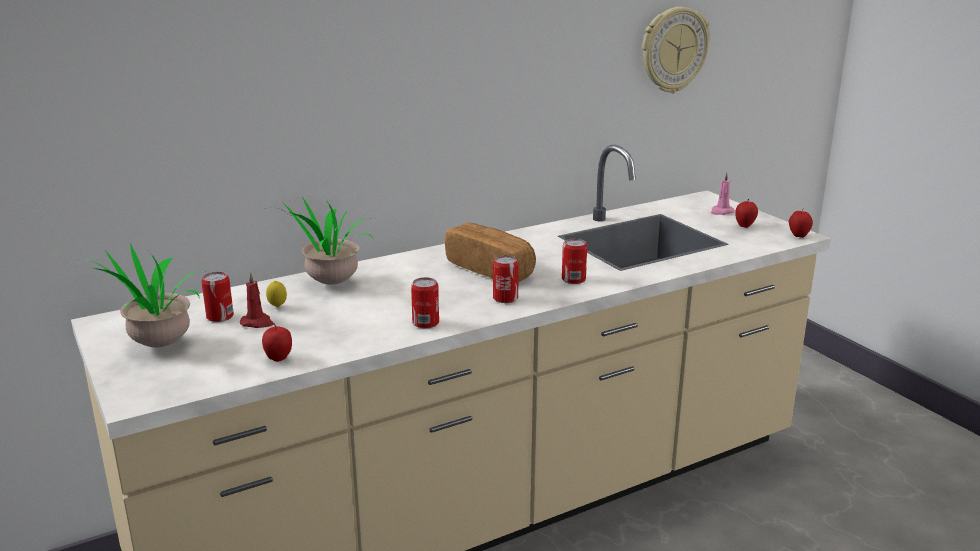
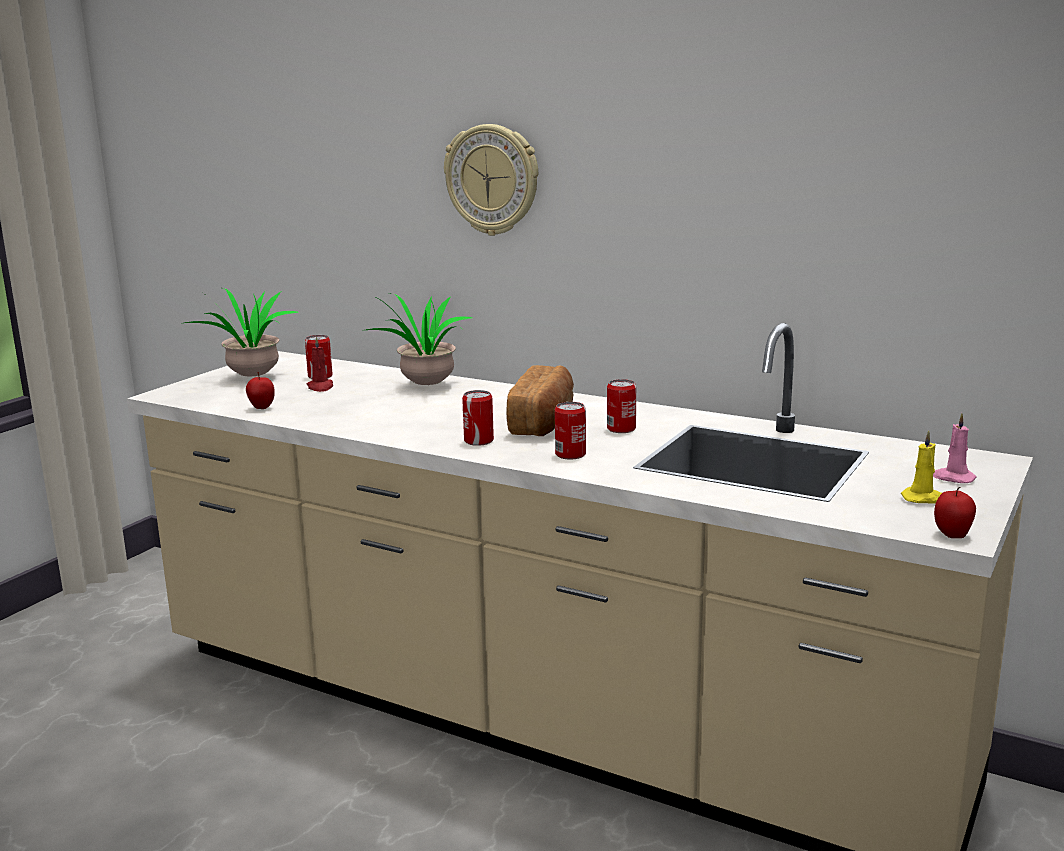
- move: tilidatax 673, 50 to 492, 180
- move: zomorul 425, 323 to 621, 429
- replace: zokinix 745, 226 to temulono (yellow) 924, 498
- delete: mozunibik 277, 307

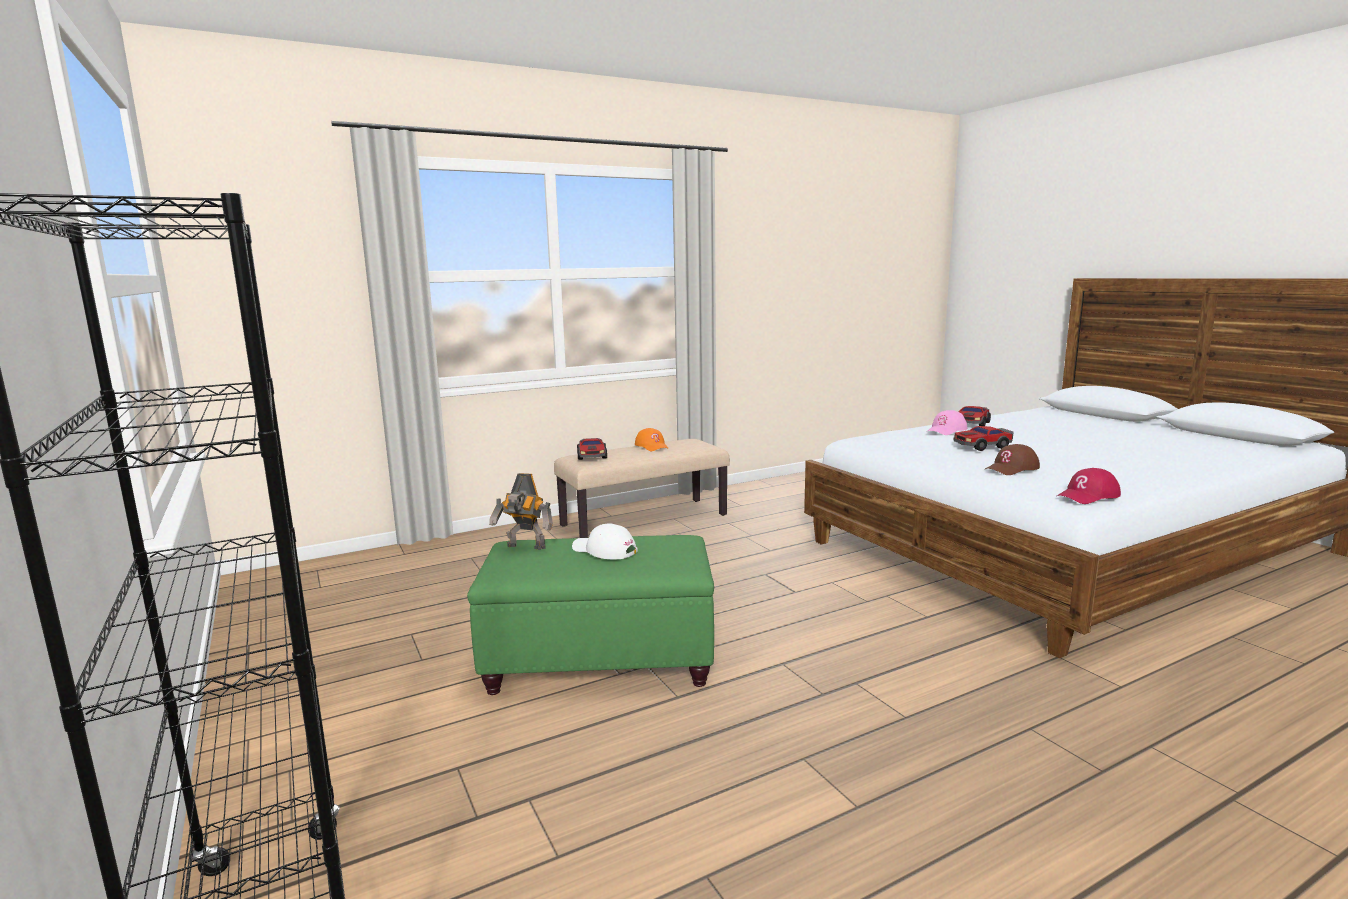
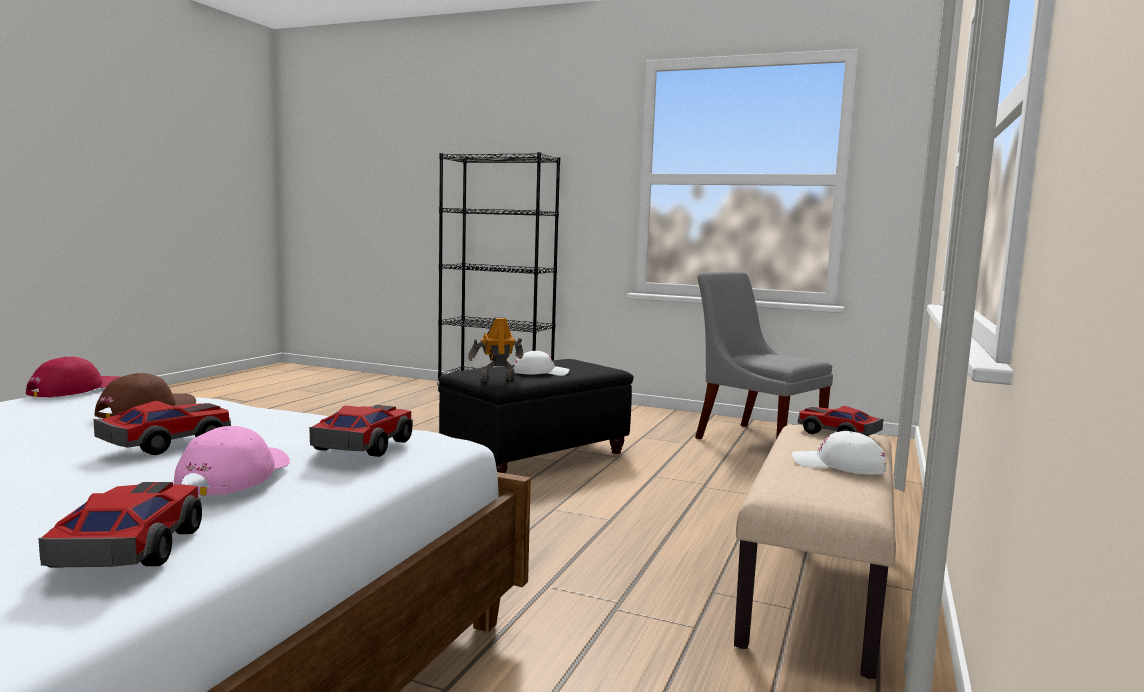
- insert: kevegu 362, 446
- recolor: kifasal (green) 601, 661 to kifasal (black) 535, 456
- move: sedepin 525, 547 to 496, 379
- insert: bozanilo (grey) 754, 440
- recolor: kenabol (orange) 652, 446 to kenabol (white) 838, 465

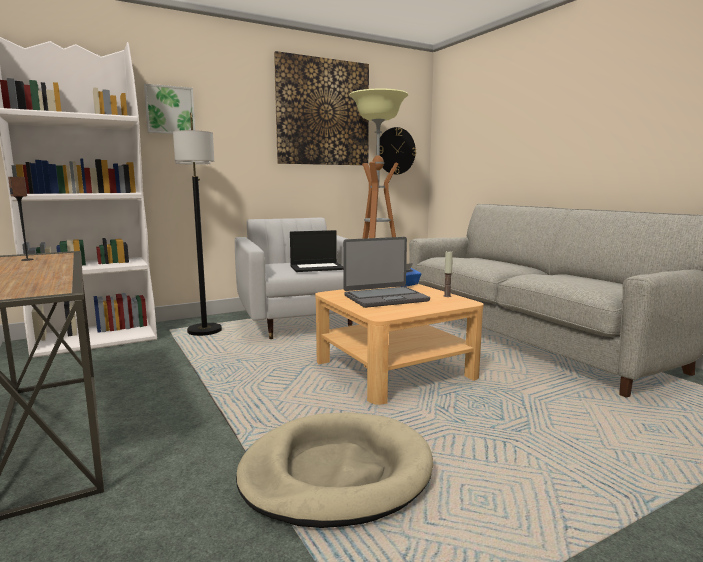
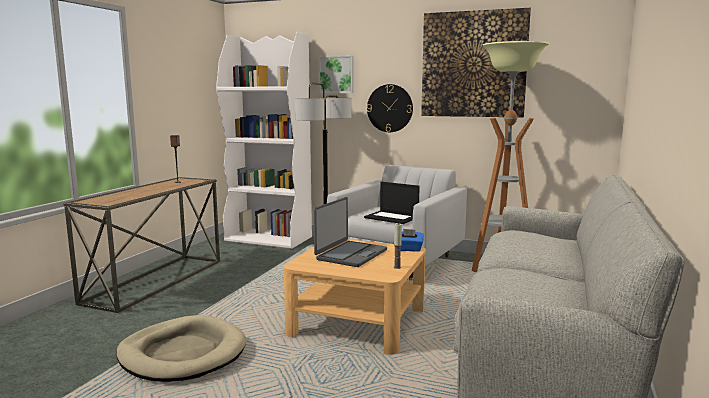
- rotate: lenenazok 385, 298 = 351, 254 90 degrees counterclockwise
- move: tilidatax 396, 151 to 389, 108

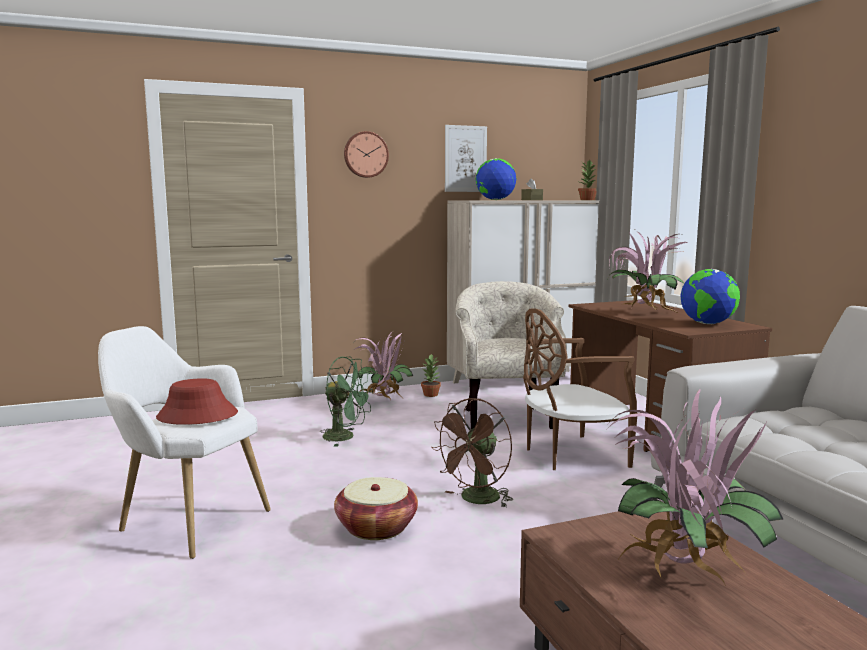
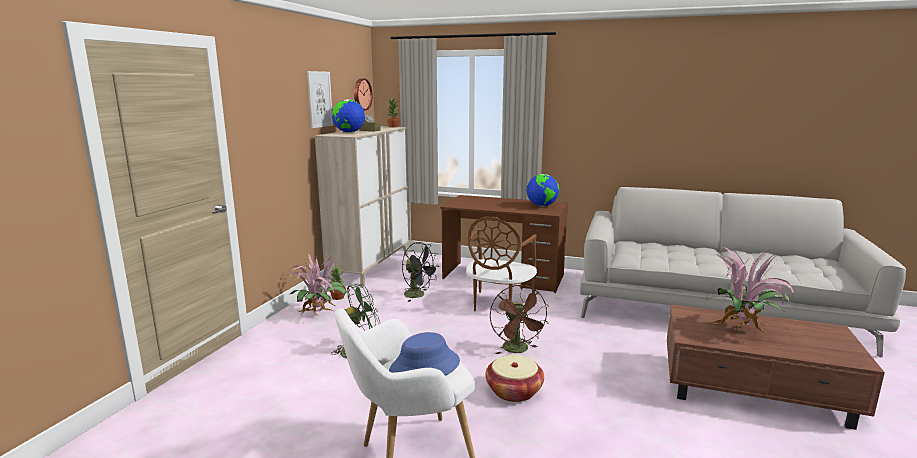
- move: tilidatax 365, 154 to 361, 94
- recolor: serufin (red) 197, 416 to serufin (blue) 425, 366
- replace: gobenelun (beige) 506, 417 to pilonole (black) 418, 295
- delete: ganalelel 643, 313

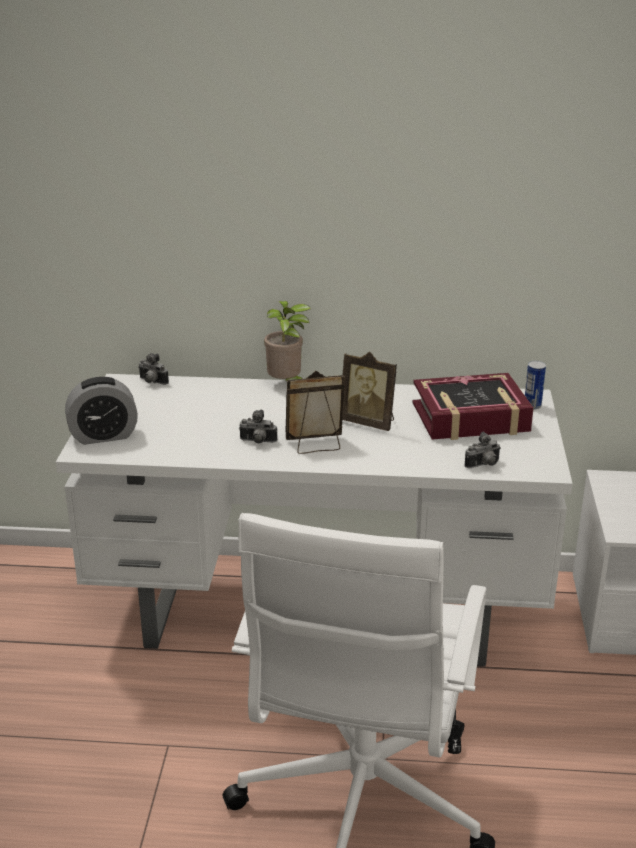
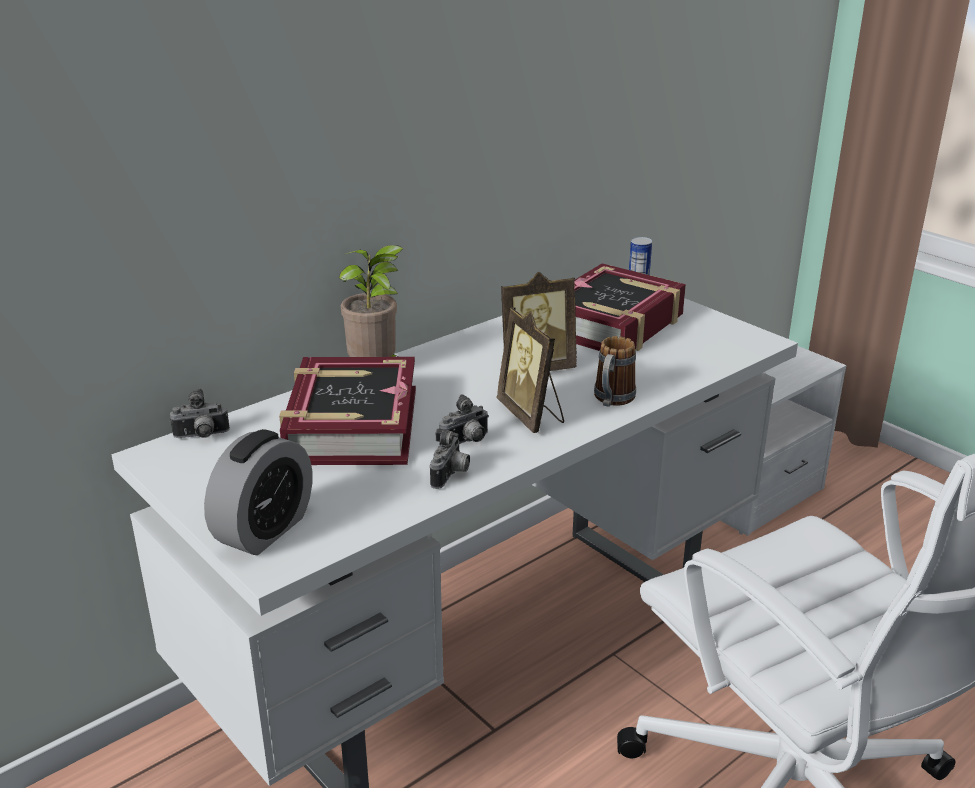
- insert: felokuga 351, 426
- move: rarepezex 484, 465 to 451, 476
- rotate: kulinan 316, 445 = 531, 415 60 degrees counterclockwise
- insert: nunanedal 611, 400

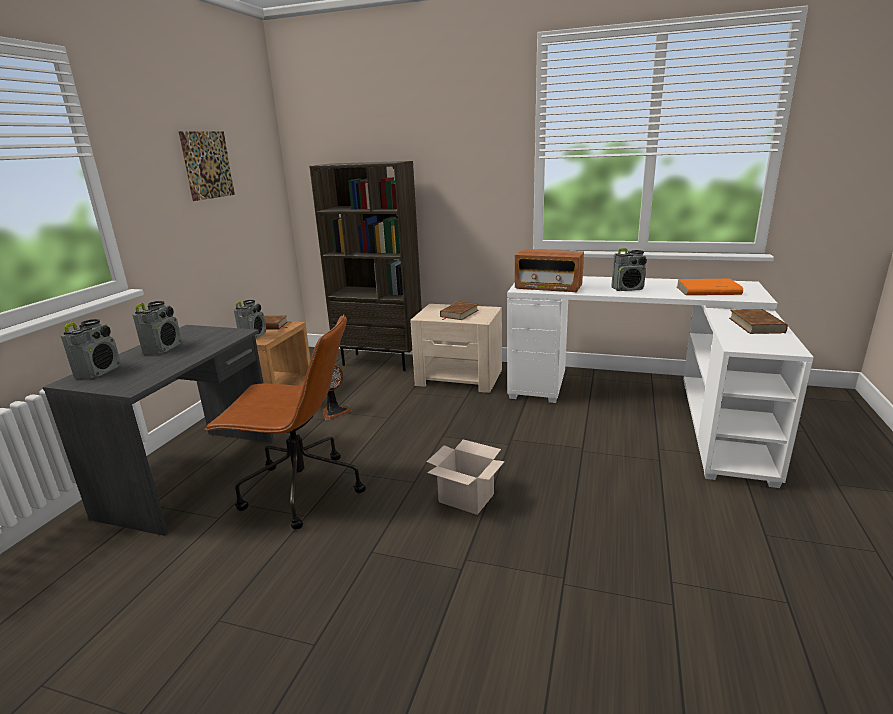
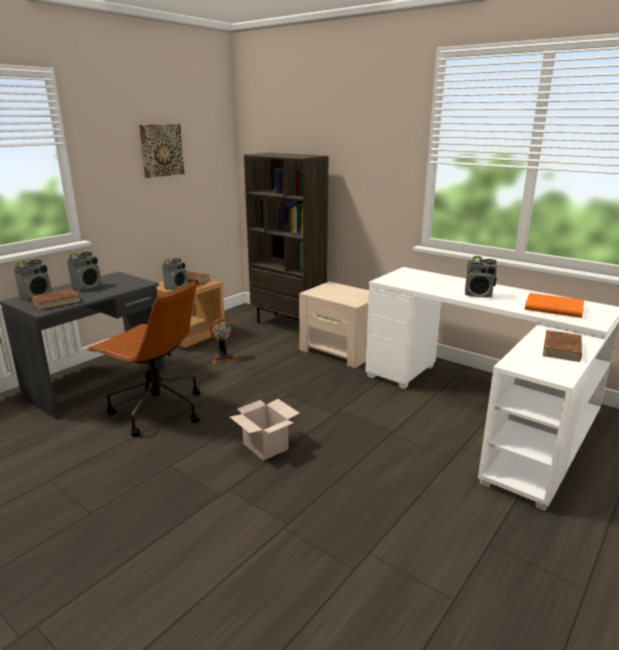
- move: felokuga (brown) 459, 313 to 56, 302
- delete: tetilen 548, 287

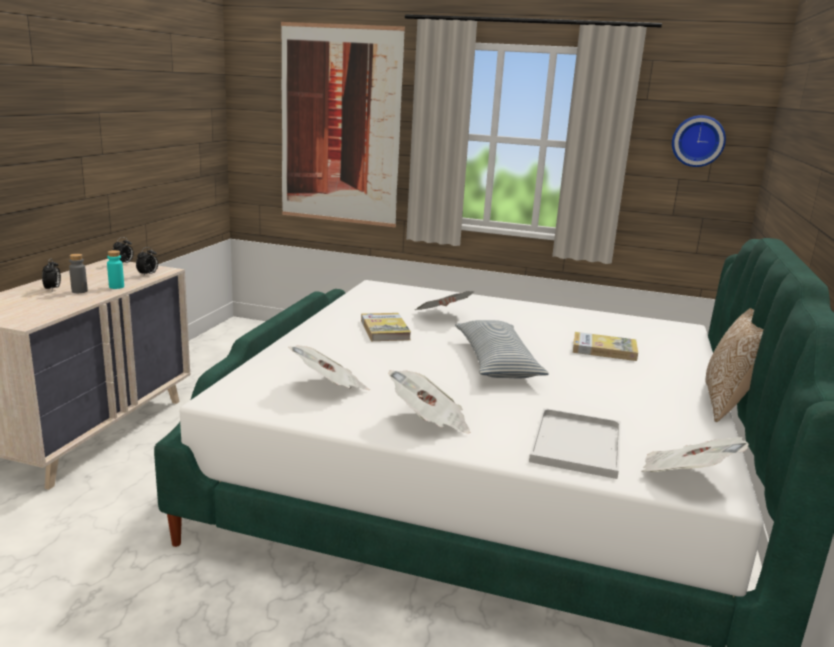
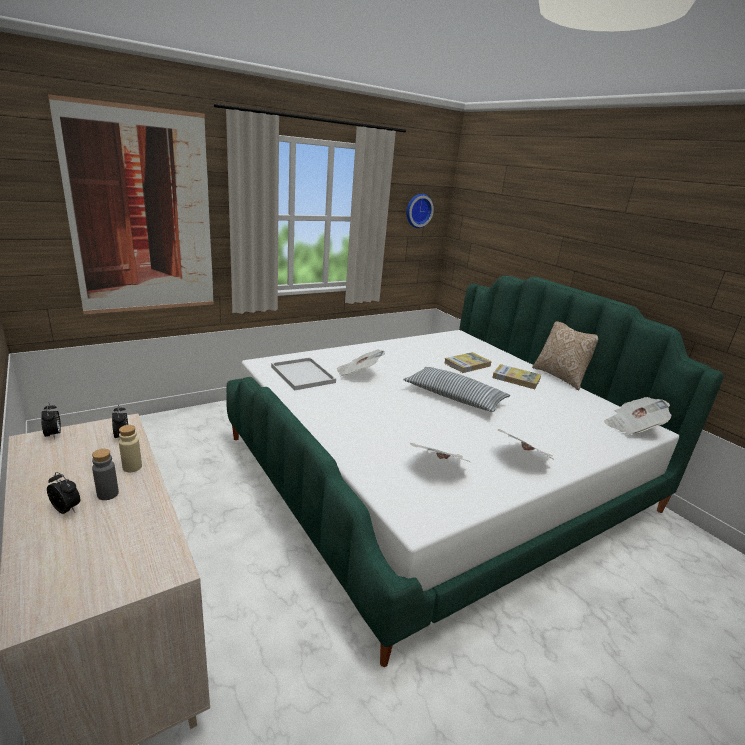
- recolor: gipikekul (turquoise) 116, 287 to gipikekul (beige) 132, 467
- move: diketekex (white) 575, 443 to 301, 374
- move: felokuga 385, 330 to 516, 378

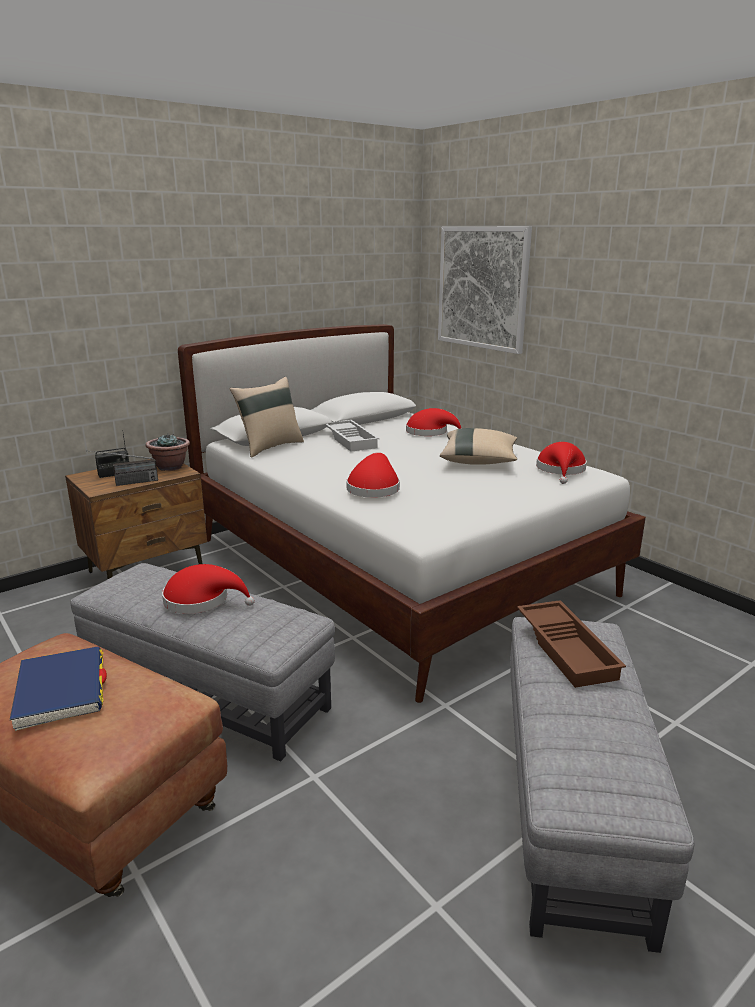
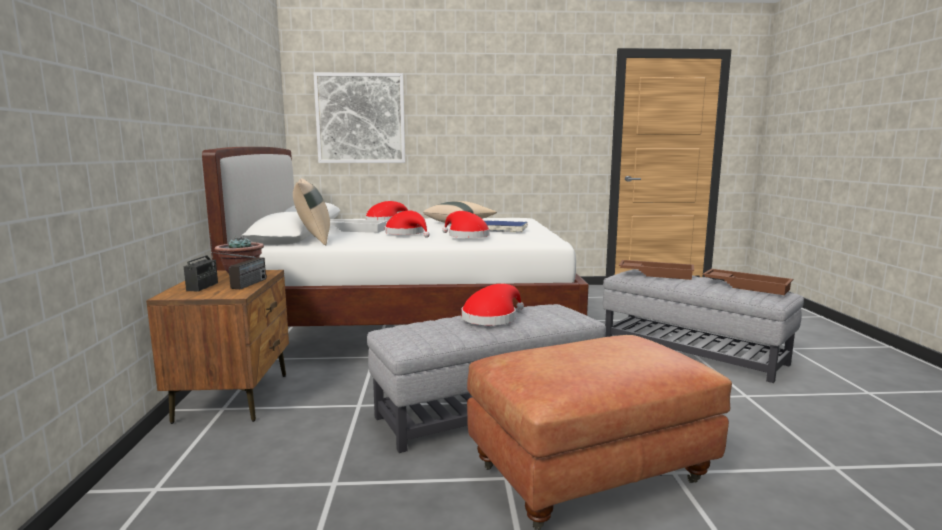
- move: serufin (red) 561, 470 to 407, 234
- move: felokuga (blue) 61, 690 to 501, 229
- insert: diketekex (brown) 747, 286

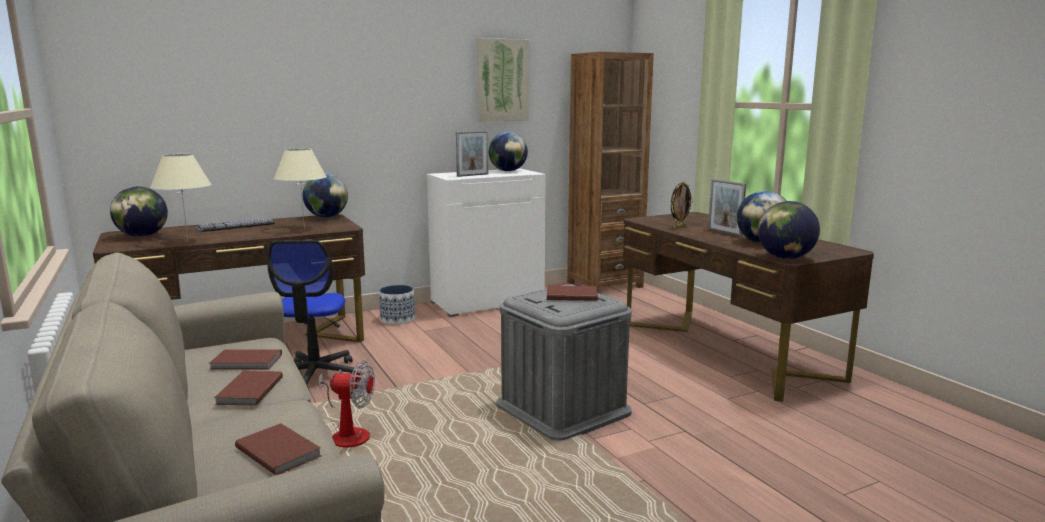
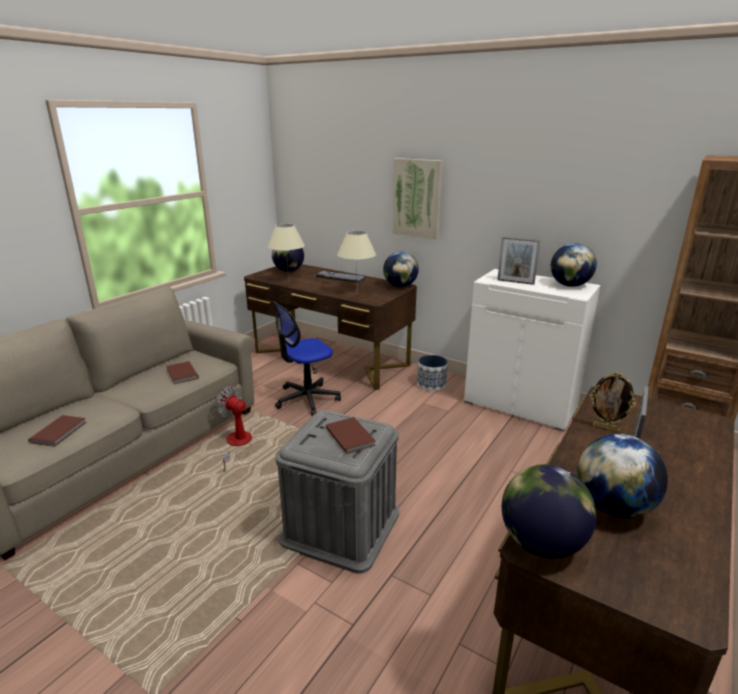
- rotate: pilonole 346, 433 = 237, 445 150 degrees clockwise
- move: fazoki 502, 80 to 417, 198
- delete: felokuga (brown) 248, 391

